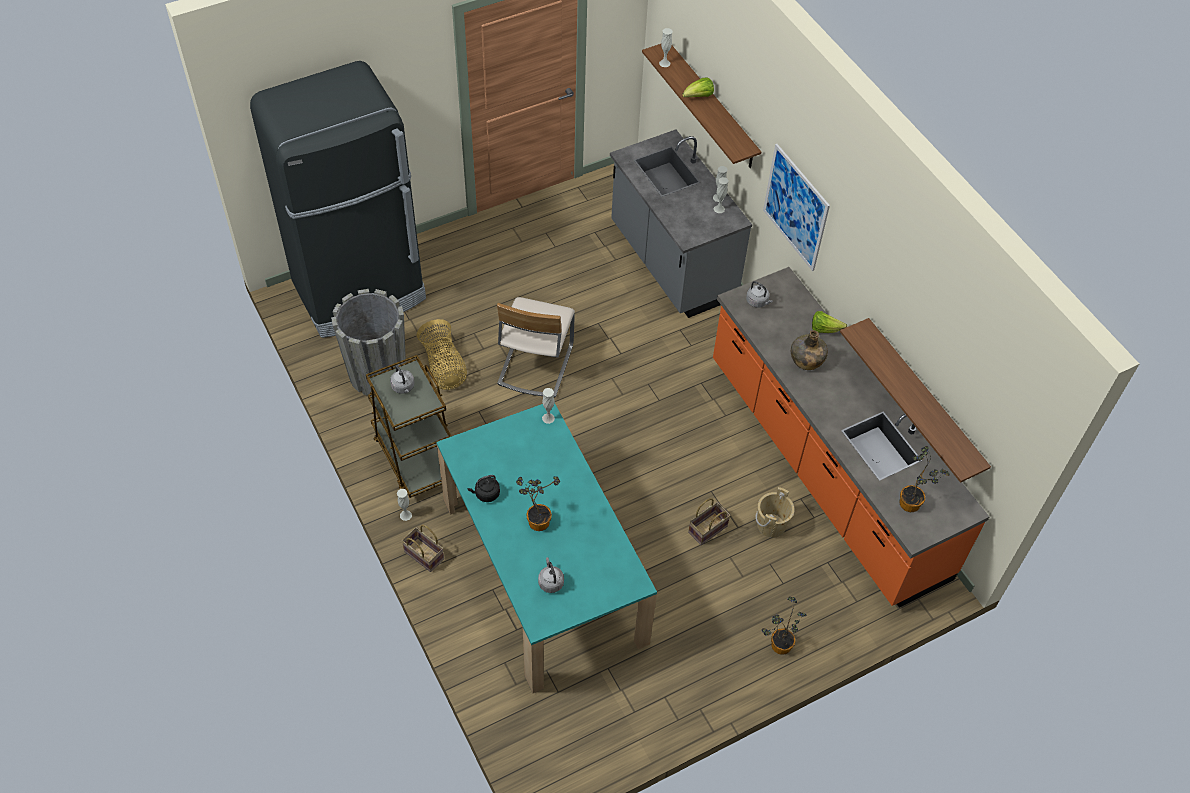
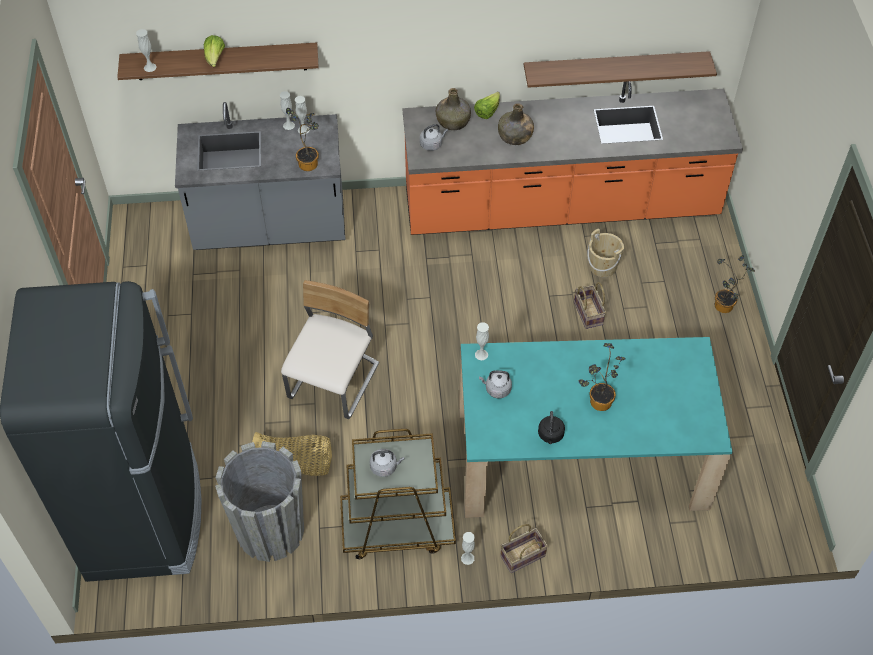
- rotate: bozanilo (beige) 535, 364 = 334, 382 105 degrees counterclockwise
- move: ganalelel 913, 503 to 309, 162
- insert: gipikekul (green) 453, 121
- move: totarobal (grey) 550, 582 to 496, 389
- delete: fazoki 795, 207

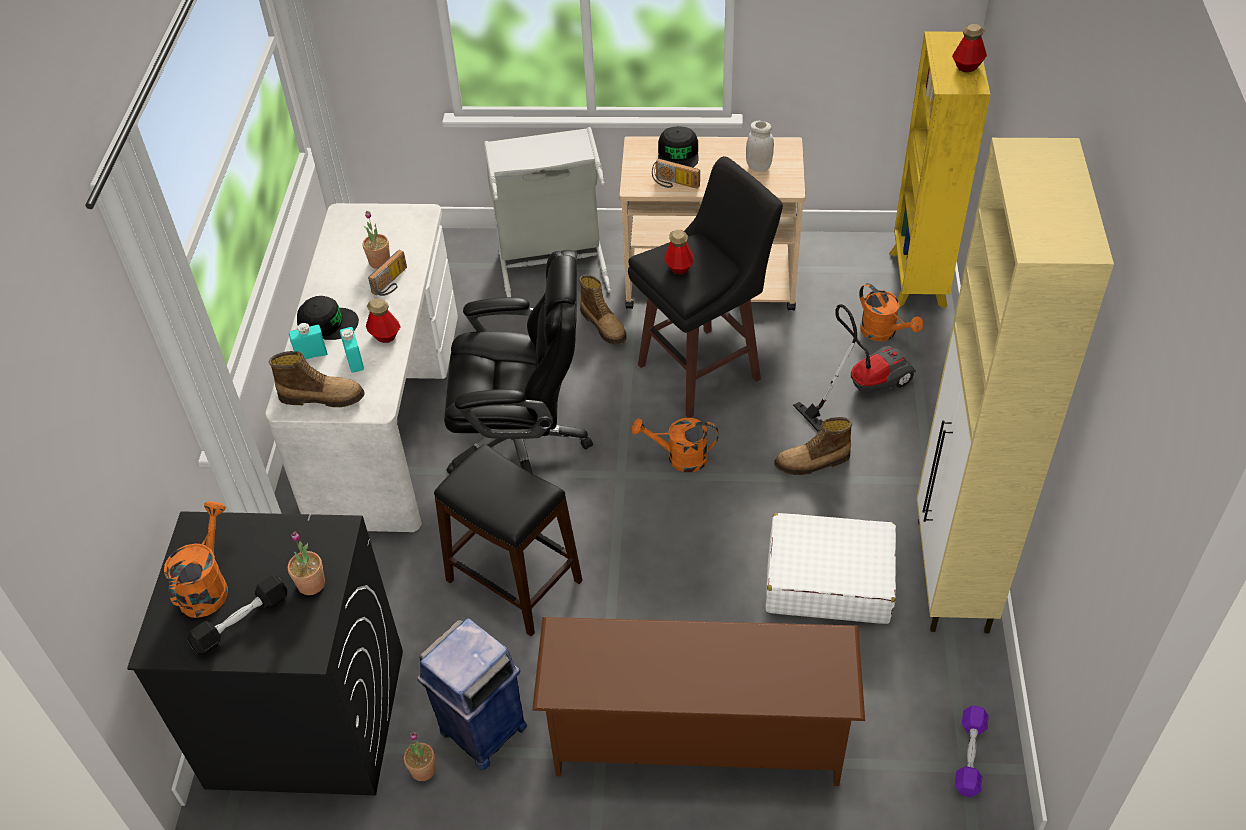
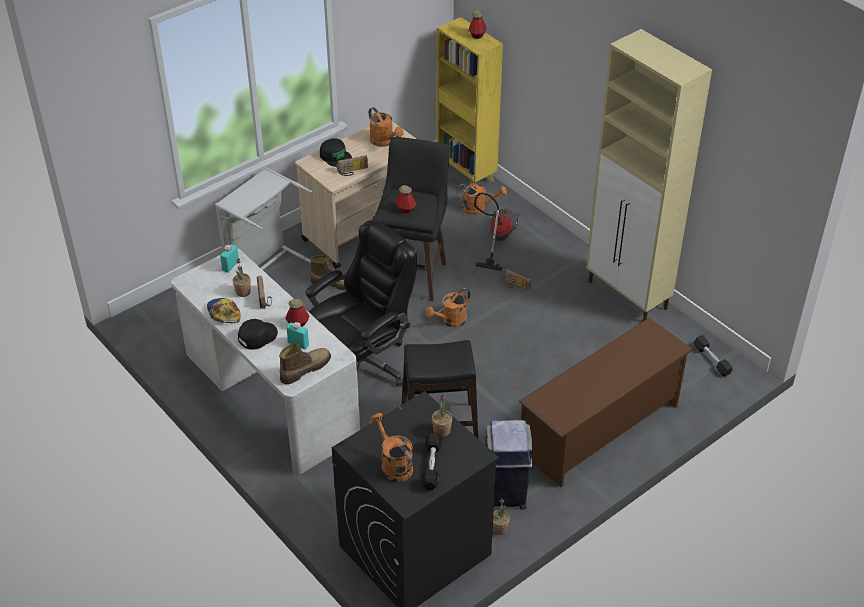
- insert: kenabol 223, 313
- move: gipikekul (turquoise) 311, 355 to 230, 266
- replace: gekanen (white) 758, 167 to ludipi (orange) 384, 142
- replace: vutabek 812, 462 to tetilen 514, 285
- recolor: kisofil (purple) 969, 756 to kisofil (black) 711, 360
- delete: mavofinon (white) 828, 580

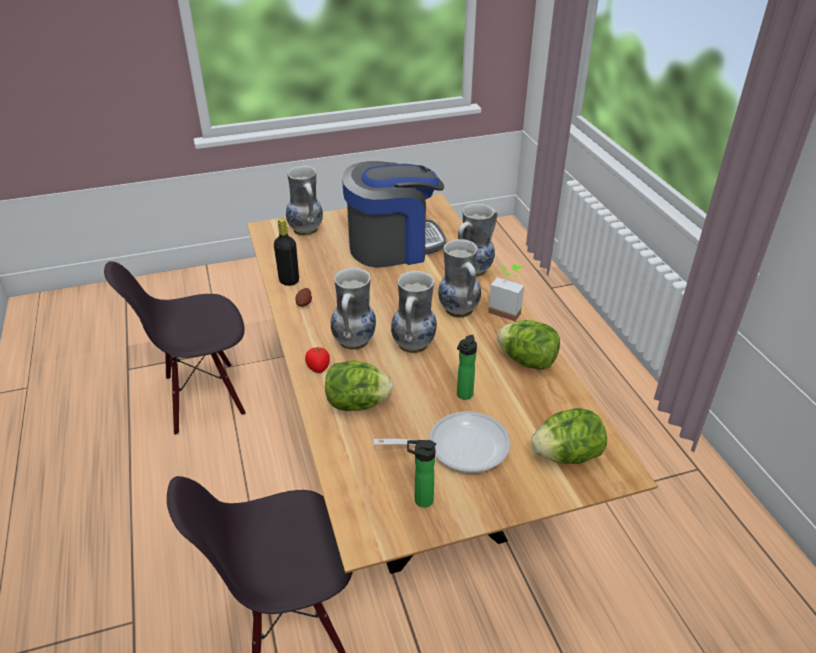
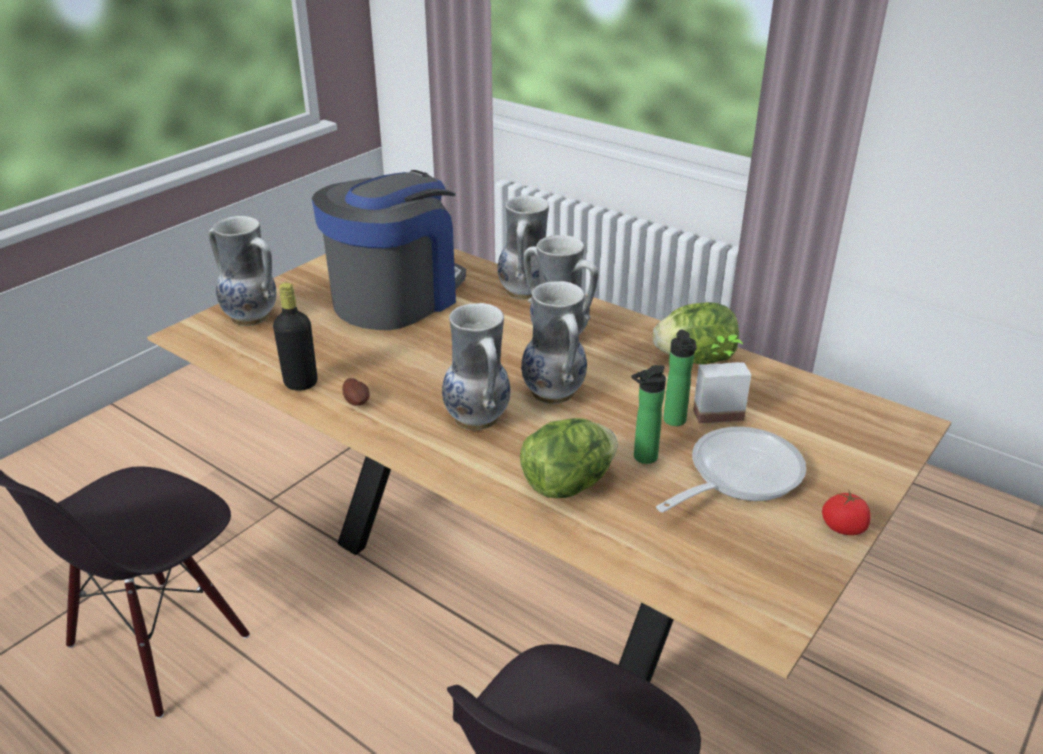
- move: gipikekul 420, 500 to 642, 458
- move: ganalelel 507, 310 to 715, 409
- move: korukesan 318, 367 to 843, 527
- delete: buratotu 567, 455

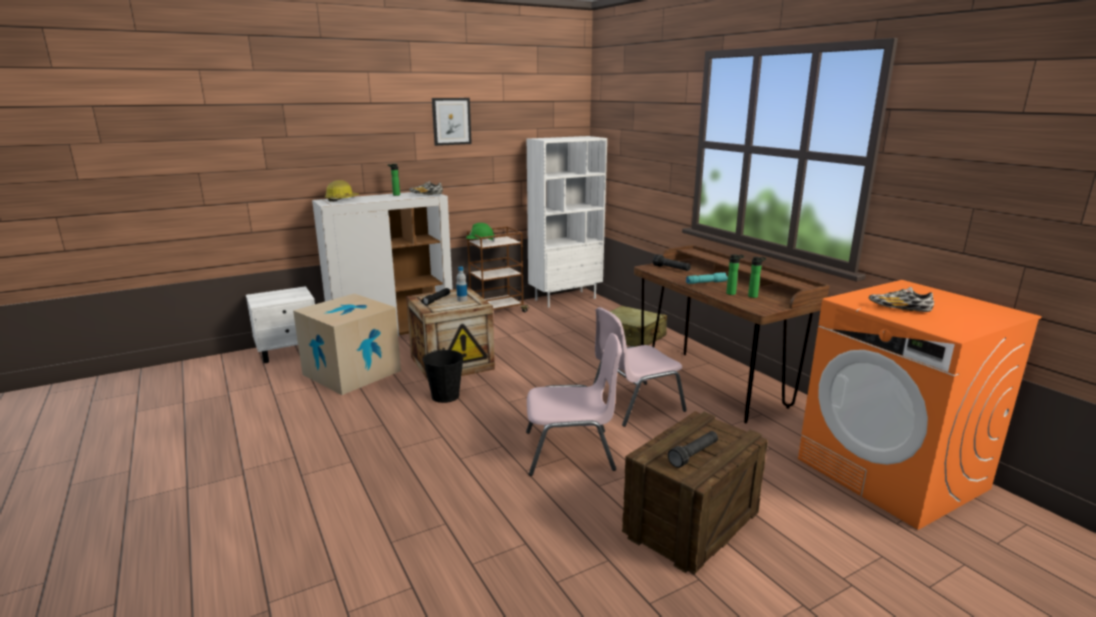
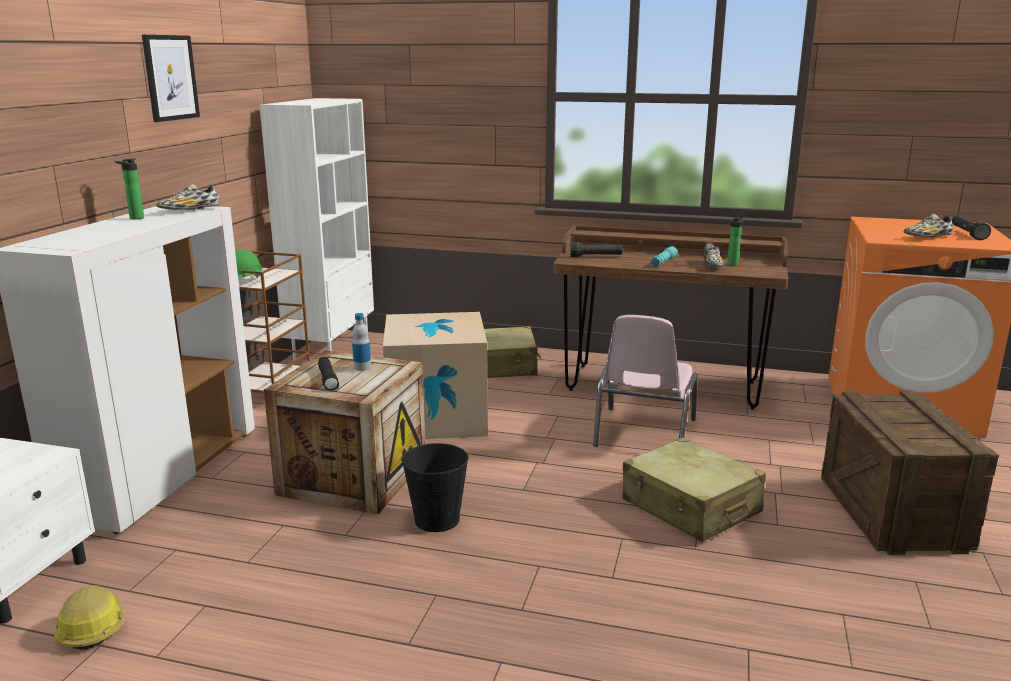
- move: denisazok 342, 199 to 92, 627
- move: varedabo 352, 372 to 436, 417
- replace: bozanilo (pink) 571, 451 to mavofinon (beige) 690, 507
- replace: gipikekul 732, 293 to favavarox 712, 266
- move: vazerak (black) 694, 455 to 967, 234

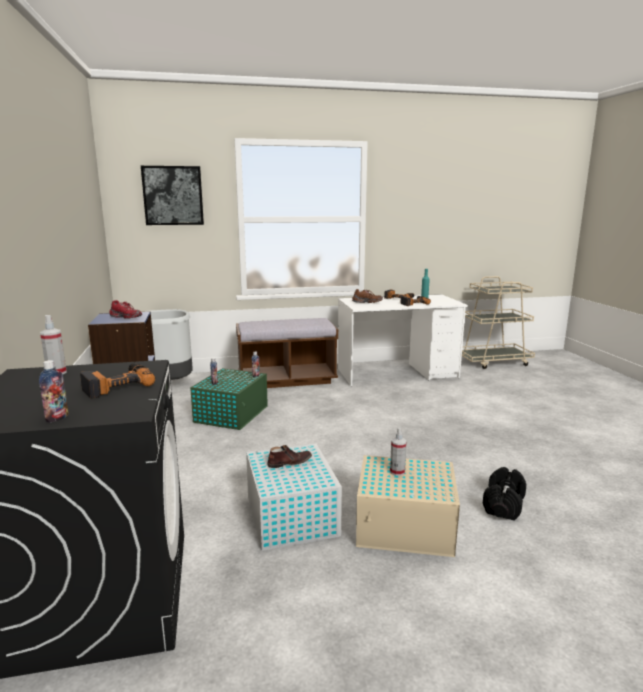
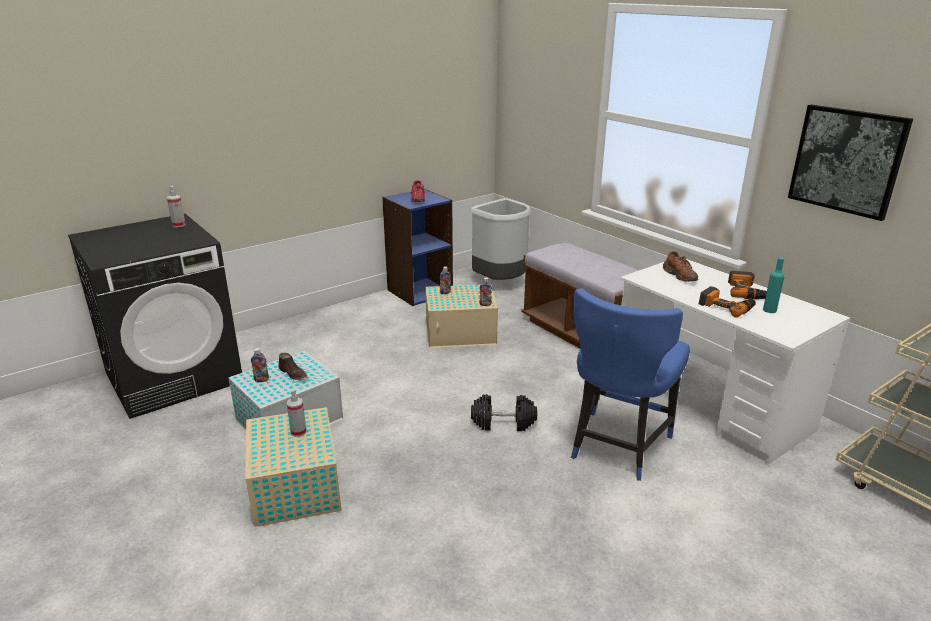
- move: gipikekul 57, 418 to 261, 380
- recolor: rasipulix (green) 232, 414 to rasipulix (beige) 461, 333
- move: kisofil (black) 503, 504 to 503, 423
- insert: bozanilo (blue) 617, 447
- move: fazoki 173, 195 to 847, 160
- delete: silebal 117, 385

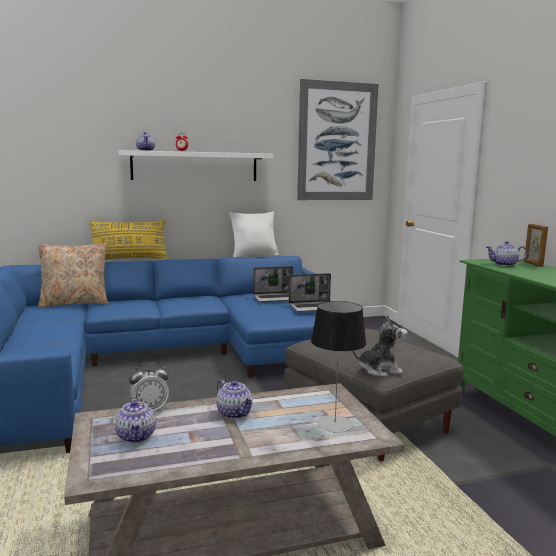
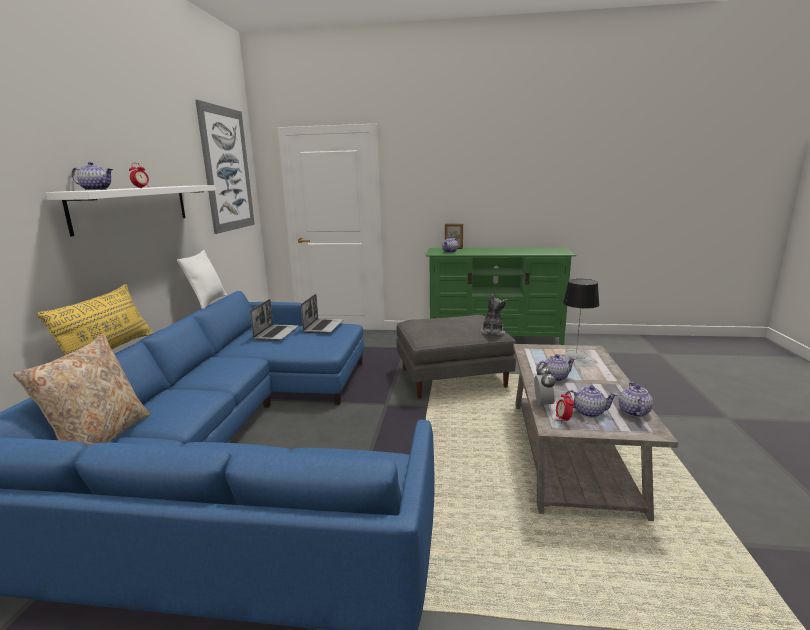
- insert: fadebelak 563, 420
- insert: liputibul 633, 411

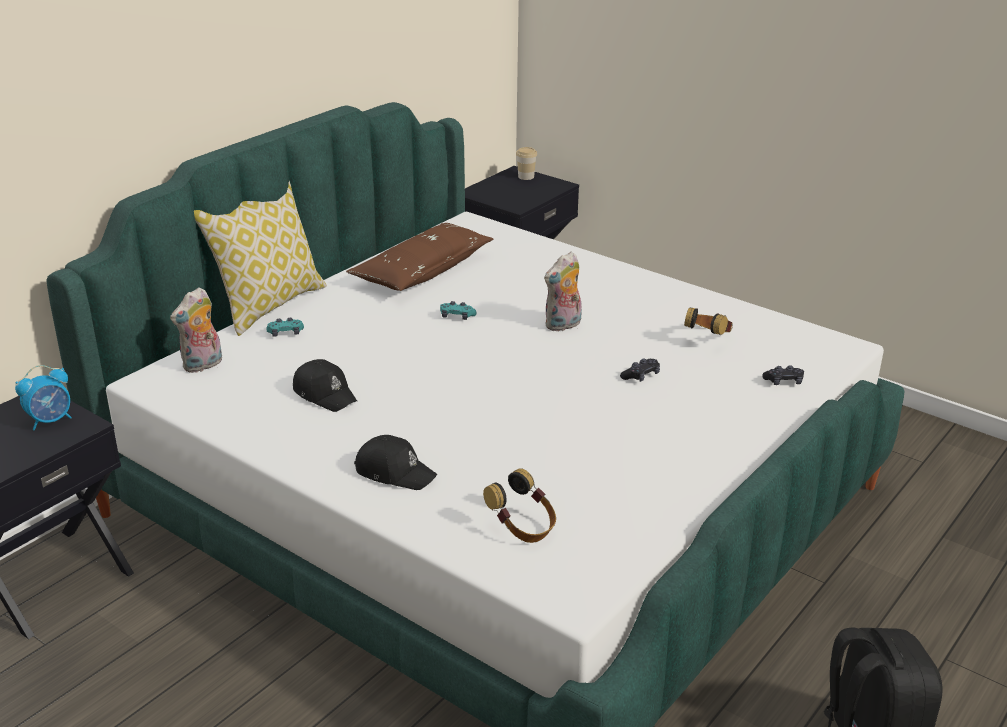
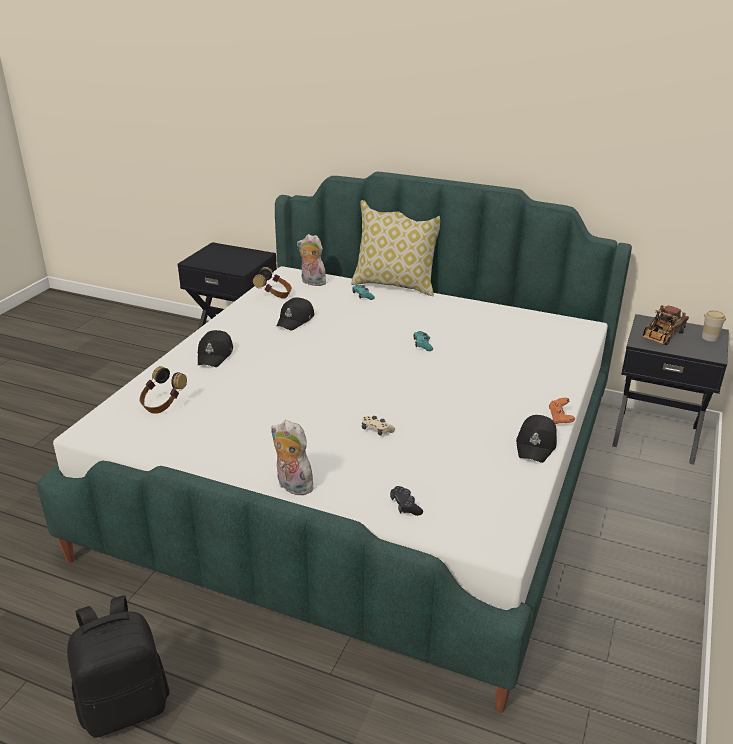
- move: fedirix 708, 339 to 274, 295
- move: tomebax 563, 325 to 292, 486
- recolor: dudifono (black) 641, 376 to dudifono (beige) 376, 430
- insert: kenabol (black) 536, 445
- insert: dudifono (orange) 560, 418
- insert: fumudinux 661, 337
- delete: fadebelak 51, 420
- delete: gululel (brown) 422, 270

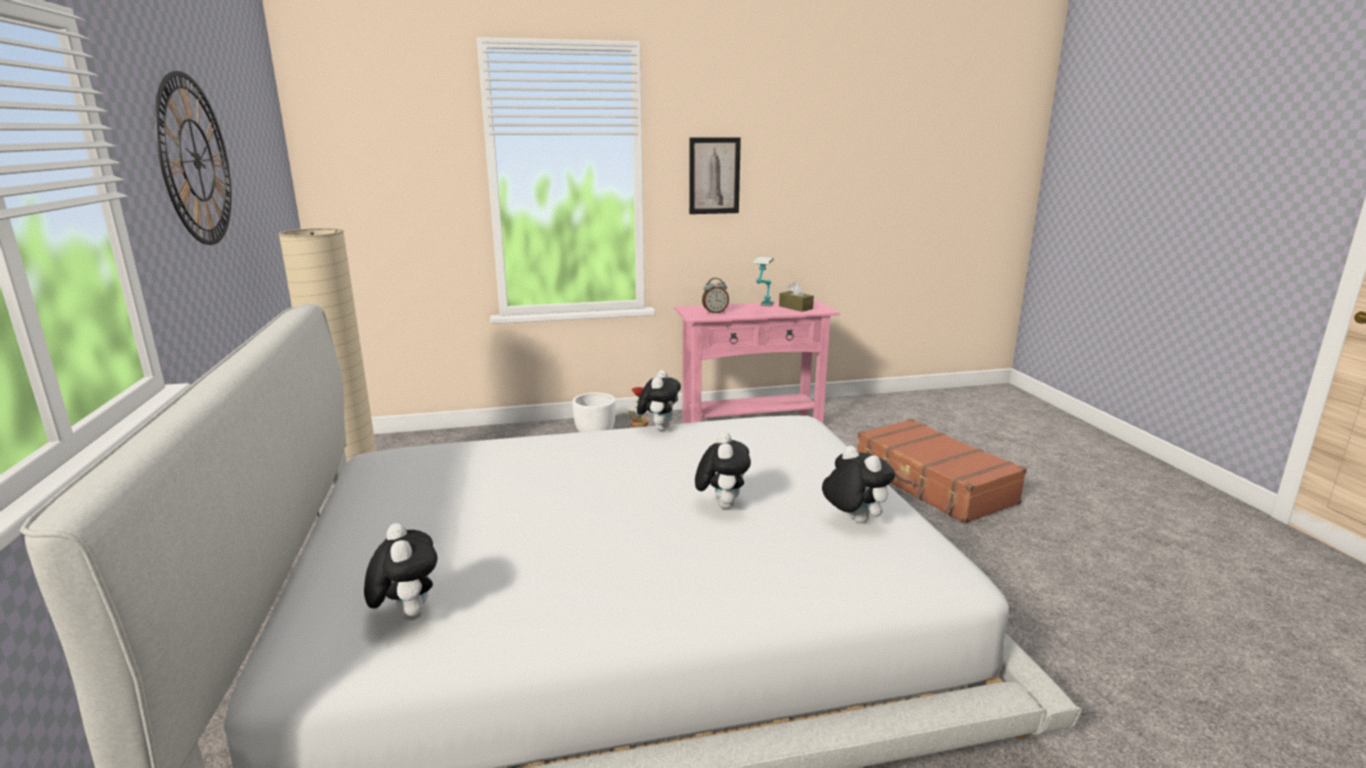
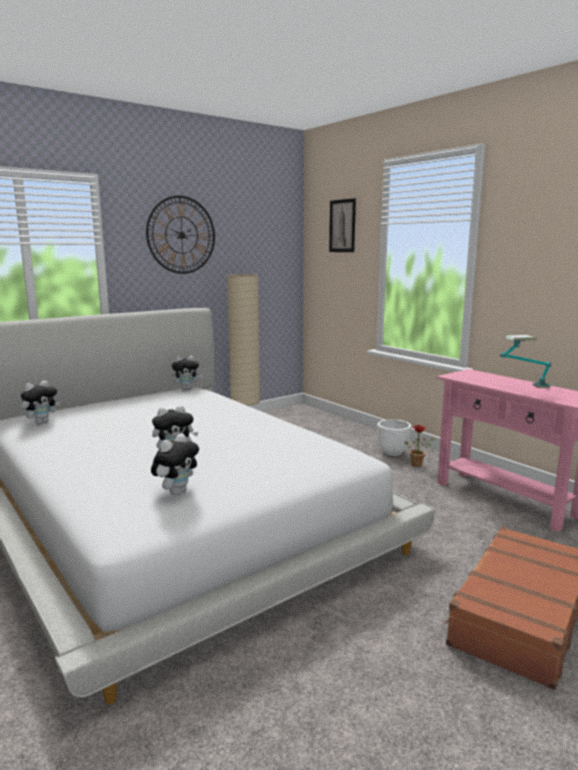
- move: tomebax 659, 428 to 187, 389
- move: fazoki 714, 176 to 342, 226
- delete: fadebelak 715, 312
- delete: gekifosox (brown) 795, 307

